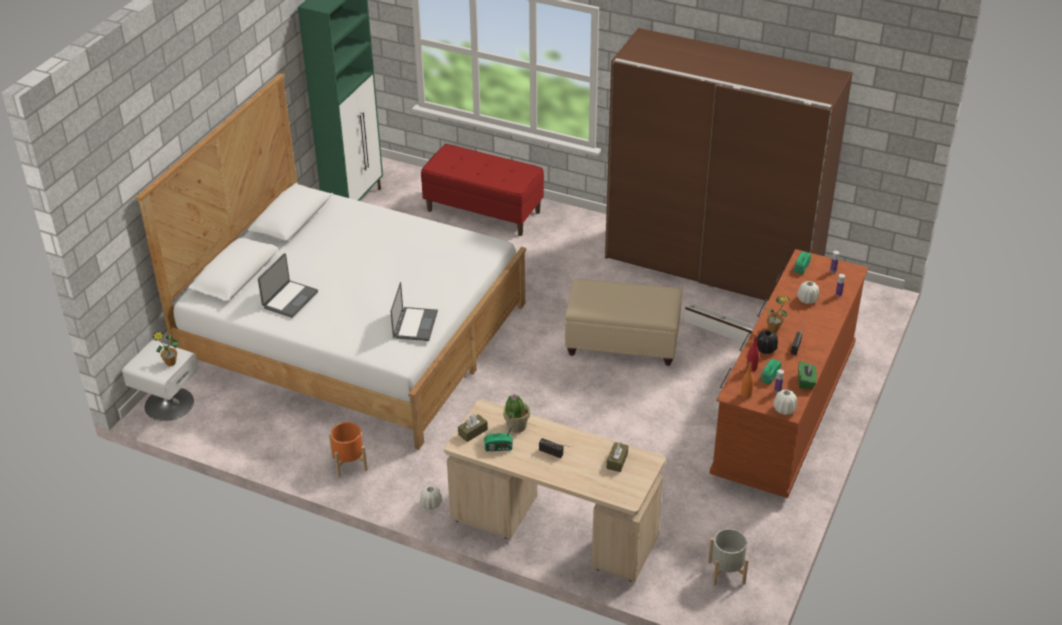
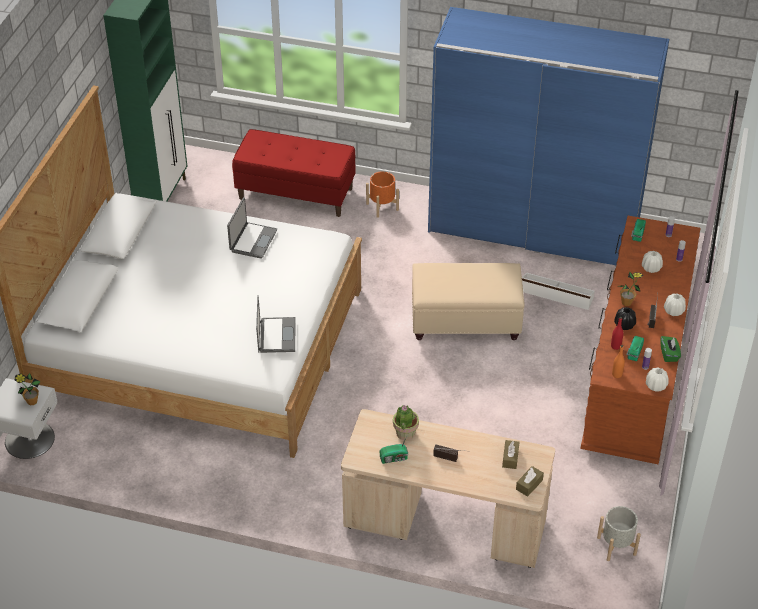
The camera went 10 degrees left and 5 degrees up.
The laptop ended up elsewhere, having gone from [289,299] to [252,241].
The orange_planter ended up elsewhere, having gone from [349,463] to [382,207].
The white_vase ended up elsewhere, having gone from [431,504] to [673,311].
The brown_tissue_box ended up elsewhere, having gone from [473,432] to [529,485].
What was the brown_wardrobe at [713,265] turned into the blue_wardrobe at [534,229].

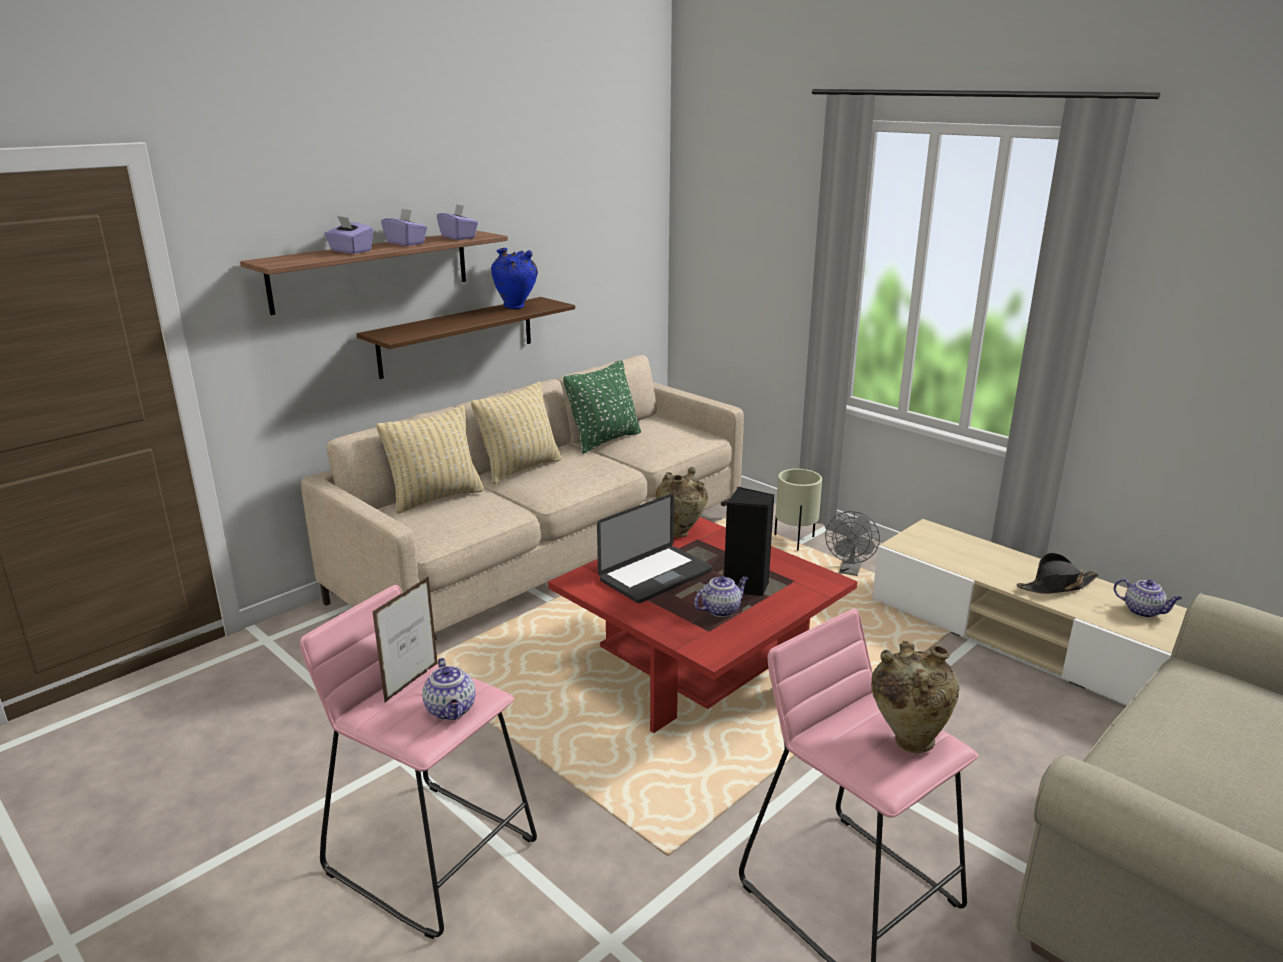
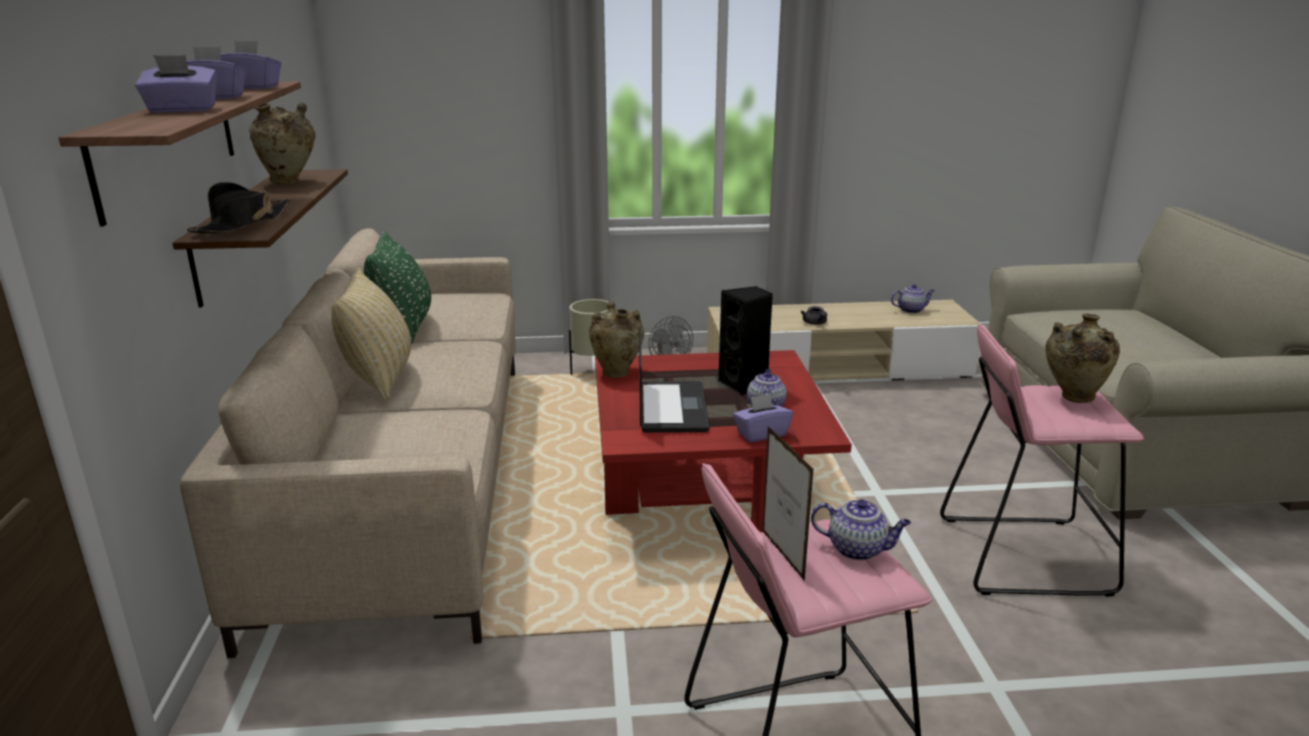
The camera went 50 degrees left and 0 degrees up.
The second view lost the beige_pillow at [436,498].
What was the blue_vase at [516,307] turned into the beige_vase at [290,182].
The black_hat ended up elsewhere, having gone from [1056,586] to [242,224].
The second view gained the purple_tissue_box at [761,434].
The second view gained the grey_teapot at [815,323].

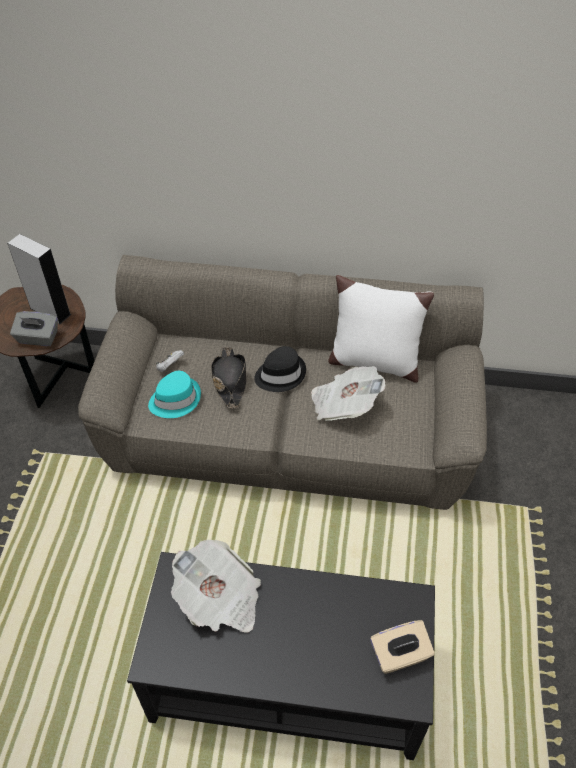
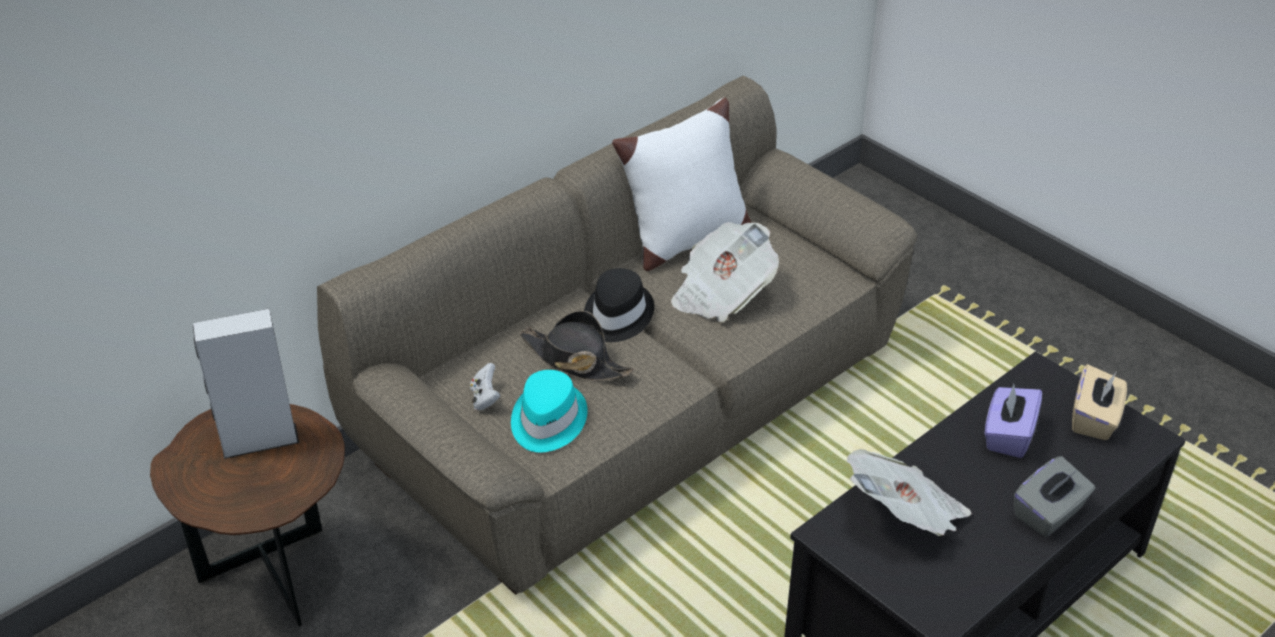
The camera went 50 degrees left and 10 degrees down.
The grey_tissue_box ended up elsewhere, having gone from [38,338] to [1049,514].
The second view gained the purple_tissue_box at [1008,435].

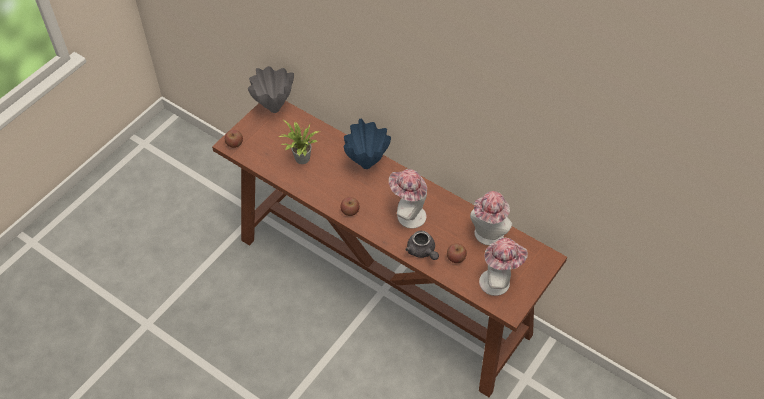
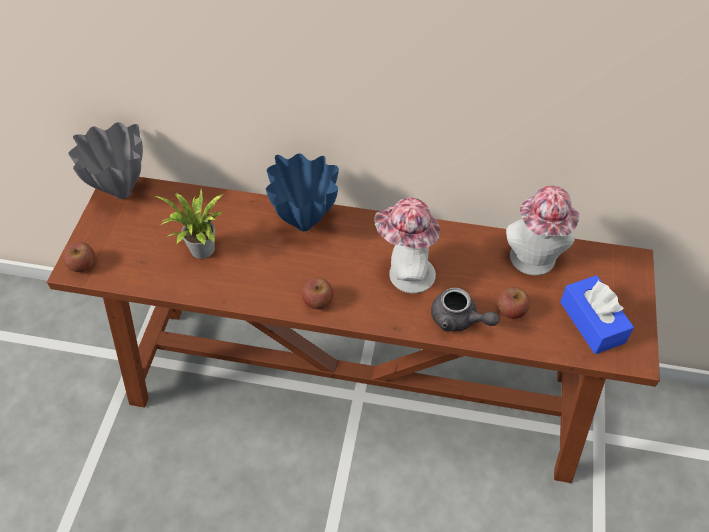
The camera went 25 degrees left and 0 degrees up.
Where the hat stood at [499,282], the blue_tissue_box came to stand at [592,322].

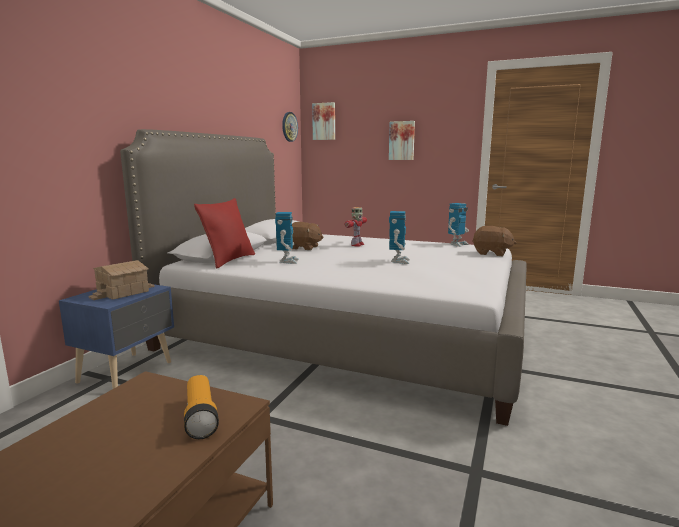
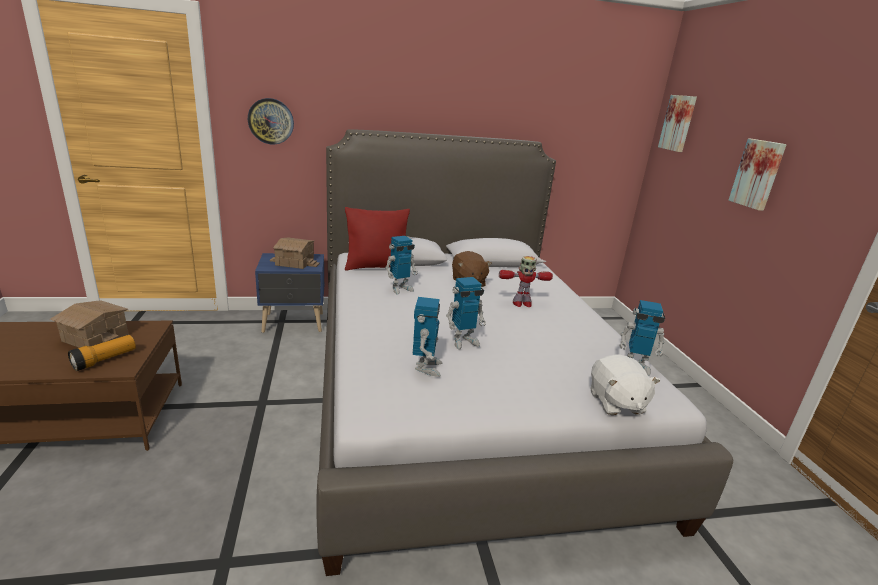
The camera went 55 degrees right and 10 degrees up.
The wall_clock ended up elsewhere, having gone from [289,127] to [271,121].
What was the brown_plush_toy at [491,253] turned into the white_plush_toy at [615,403].
The second view gained the toy_house at [96,337].
The second view gained the toy_robot at [426,367].

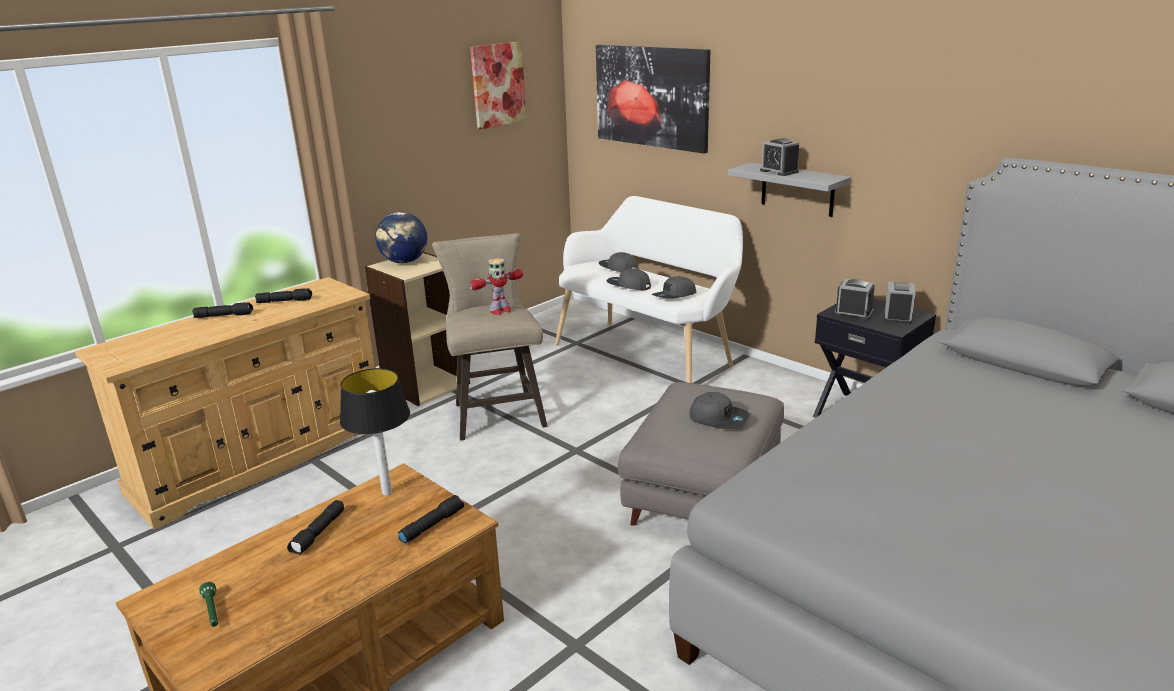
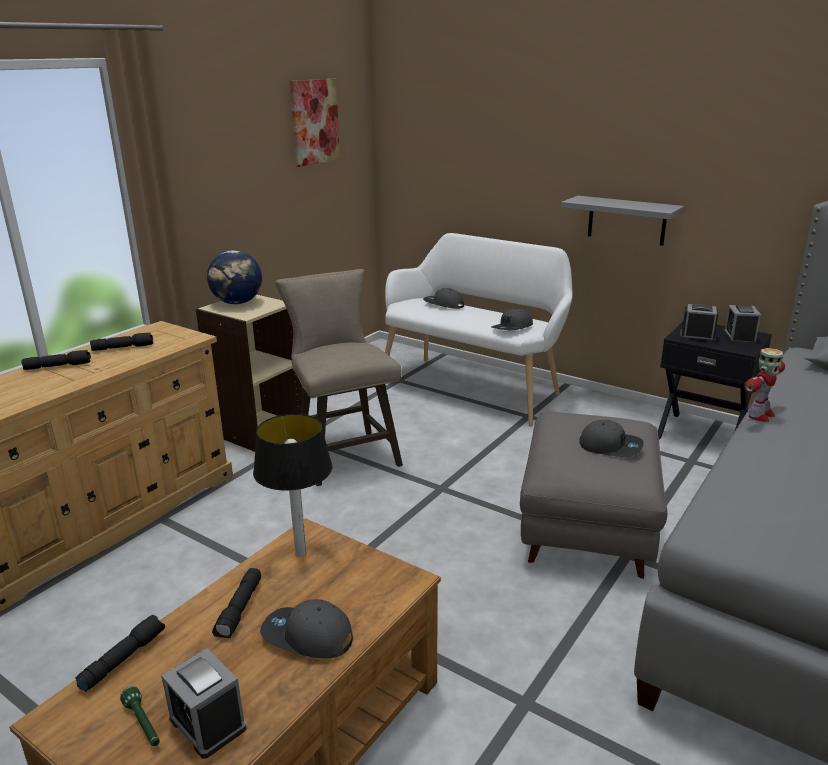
The camera went 10 degrees left and 0 degrees up.
The black_flashlight ended up elsewhere, having gone from [432,525] to [123,658].
The toy_robot ended up elsewhere, having gone from [500,311] to [759,415].
The second view lost the picture at [651,96].
The grey_cap ended up elsewhere, having gone from [628,286] to [307,637].
The alarm_clock ended up elsewhere, having gone from [779,171] to [207,723].

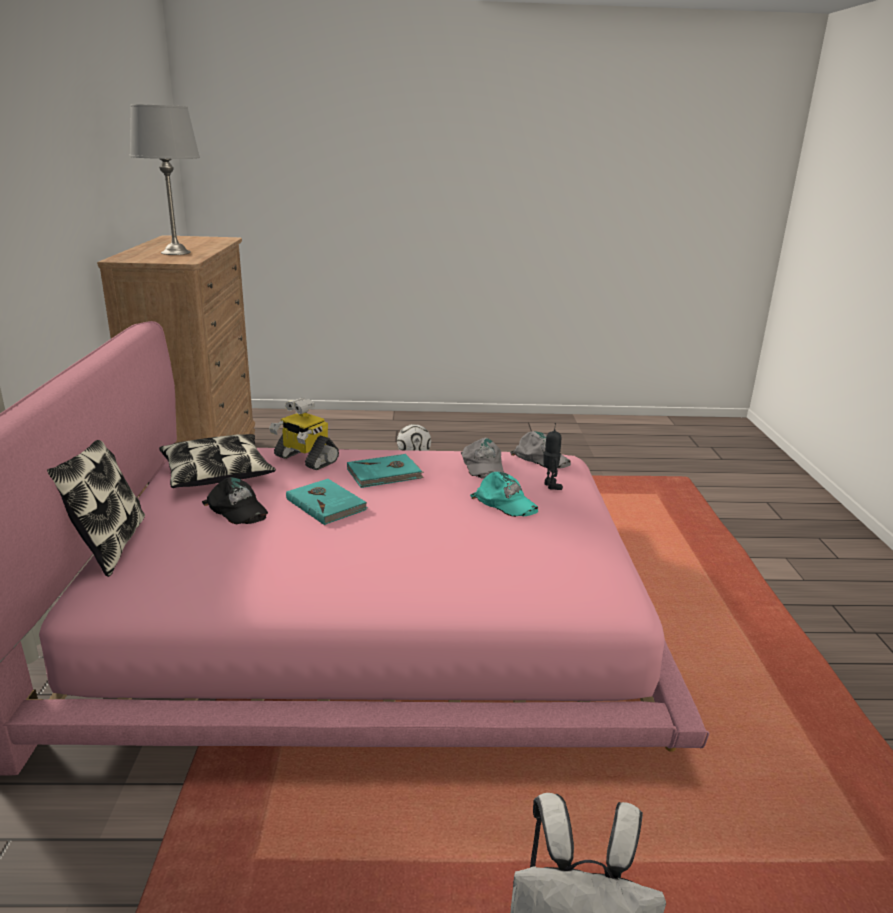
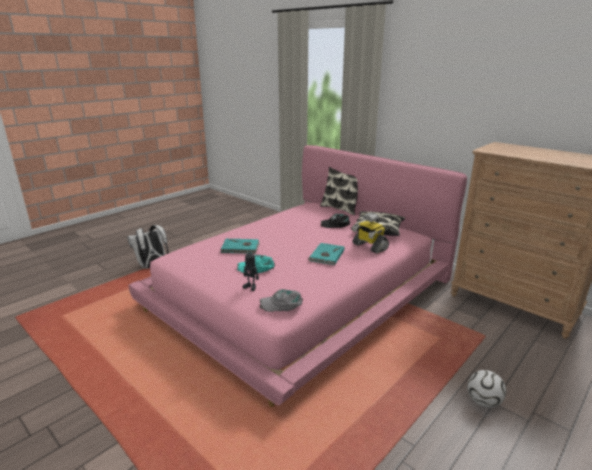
The camera went 135 degrees right and 0 degrees up.
The second view lost the grey_table_lamp at [175,253].
The toy_robot at [305,459] ended up facing another way, 120 degrees counterclockwise from before.
The turquoise_book ended up elsewhere, having gone from [326,504] to [240,248].
The second view lost the grey_cap at [482,465].

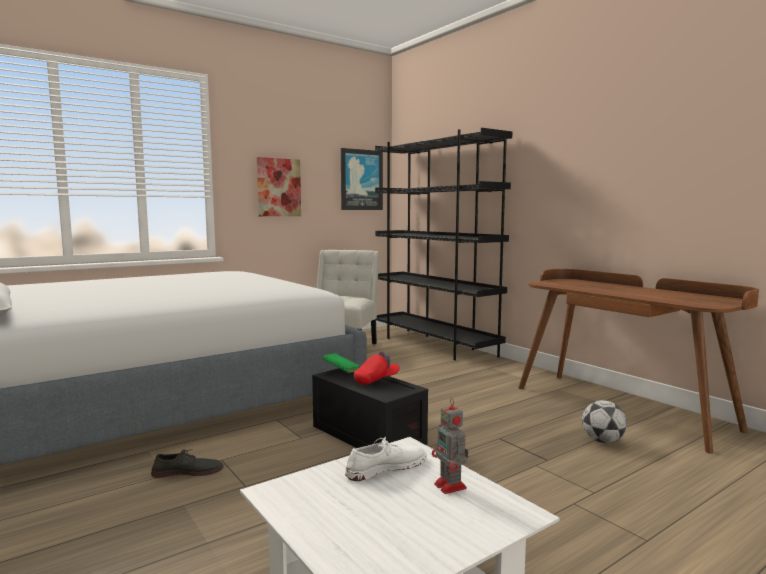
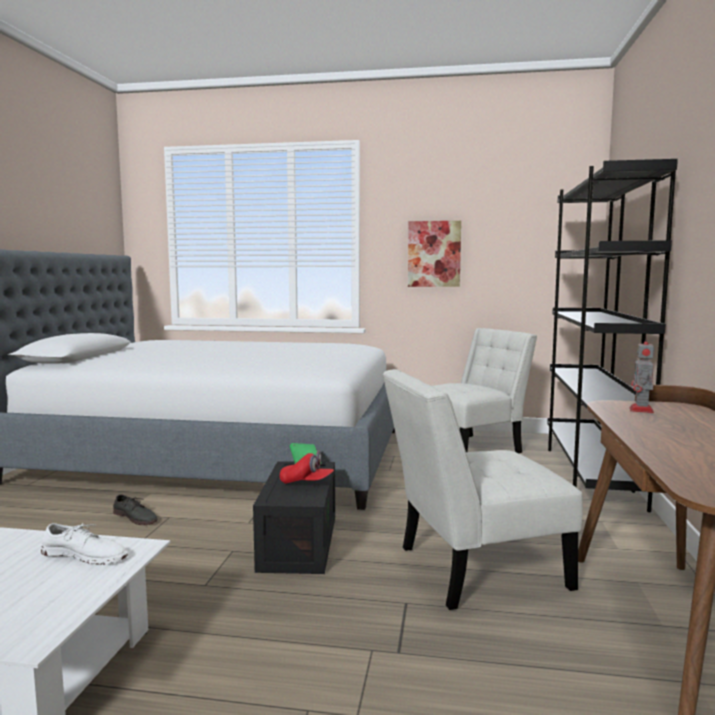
The camera went 45 degrees right and 0 degrees up.
The second view lost the picture at [361,180].
The toy_robot ended up elsewhere, having gone from [451,487] to [641,410].
The second view lost the football at [603,441].
The second view gained the white_chair at [473,569].

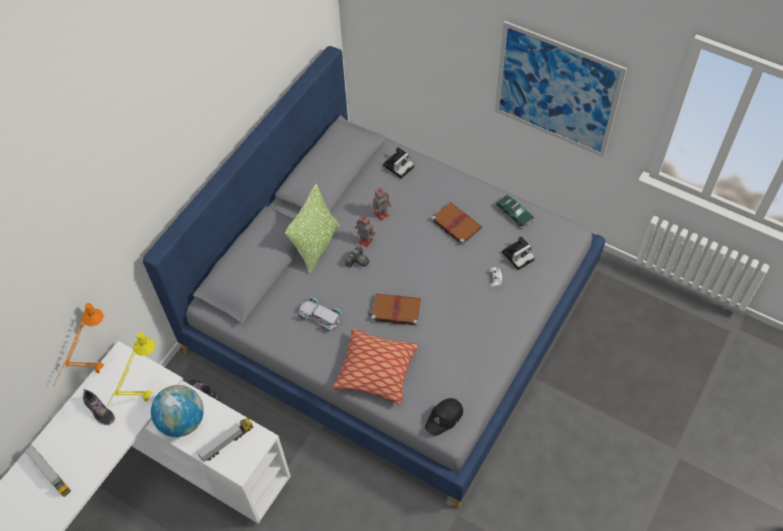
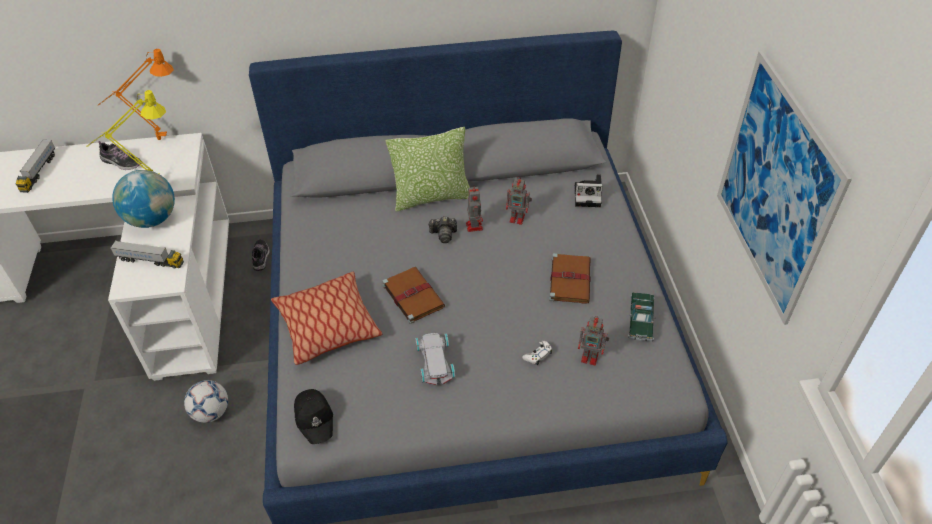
The camera went 50 degrees right and 10 degrees down.
The shoe at [99,410] ended up facing another way, 75 degrees counterclockwise from before.
The white_toy_car ended up elsewhere, having gone from [320,315] to [435,360].
The black_cap at [444,418] ended up facing another way, 120 degrees counterclockwise from before.
Where the photo_camera stood at [518,255], the toy_robot came to stand at [591,357].
The second view gained the football at [211,412].

